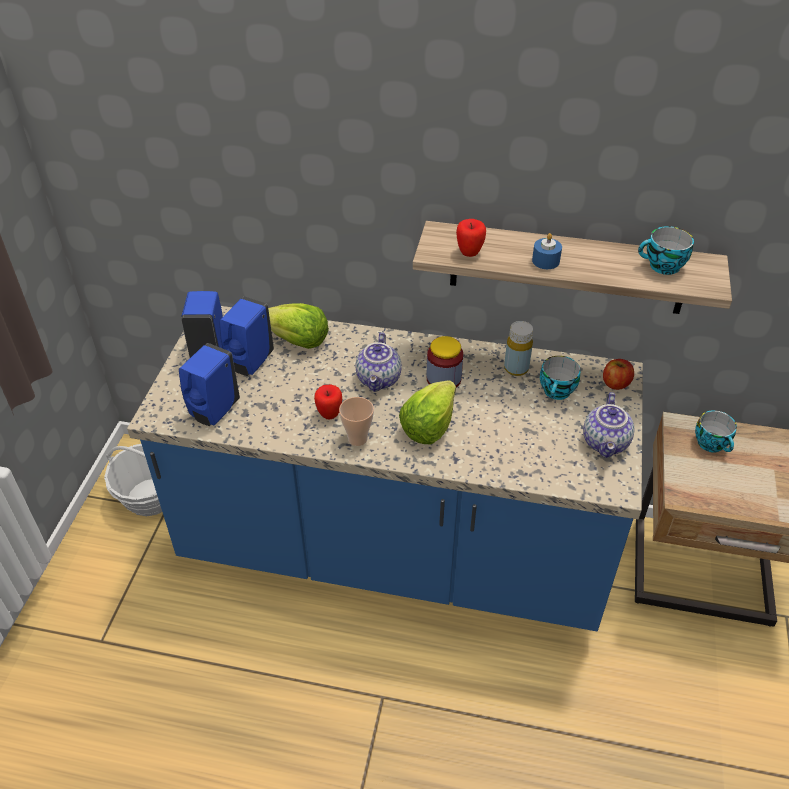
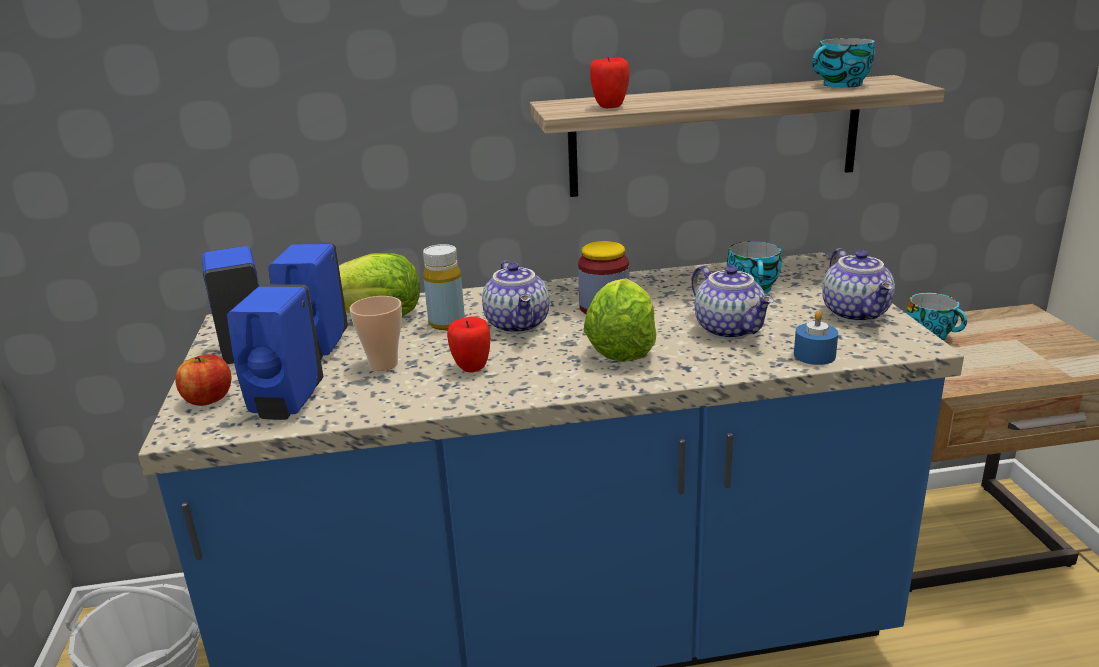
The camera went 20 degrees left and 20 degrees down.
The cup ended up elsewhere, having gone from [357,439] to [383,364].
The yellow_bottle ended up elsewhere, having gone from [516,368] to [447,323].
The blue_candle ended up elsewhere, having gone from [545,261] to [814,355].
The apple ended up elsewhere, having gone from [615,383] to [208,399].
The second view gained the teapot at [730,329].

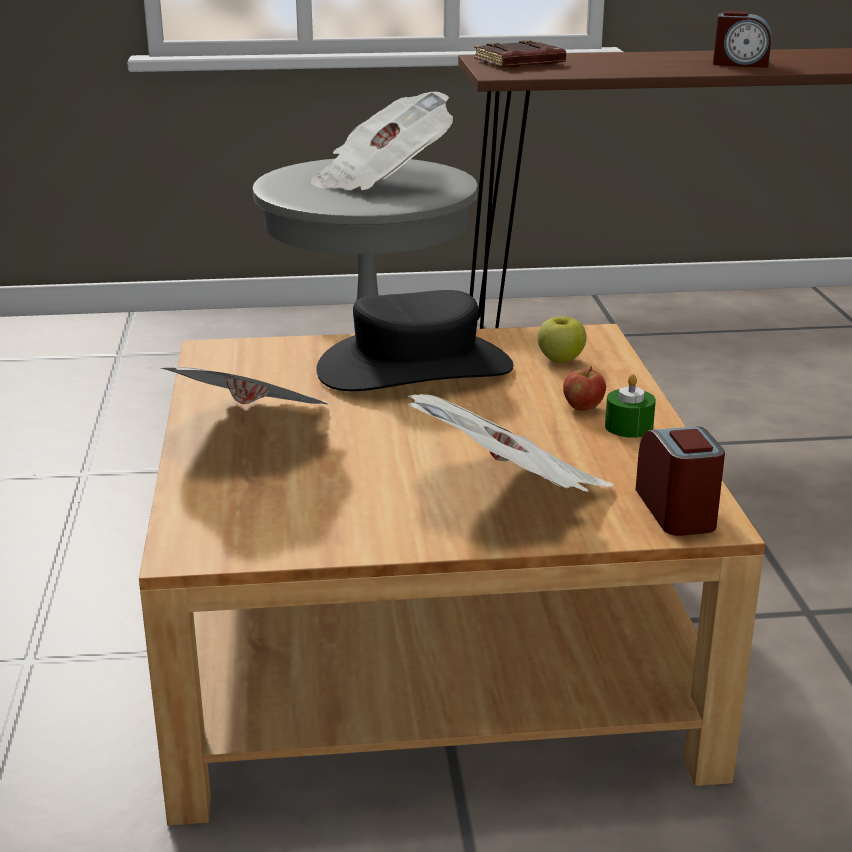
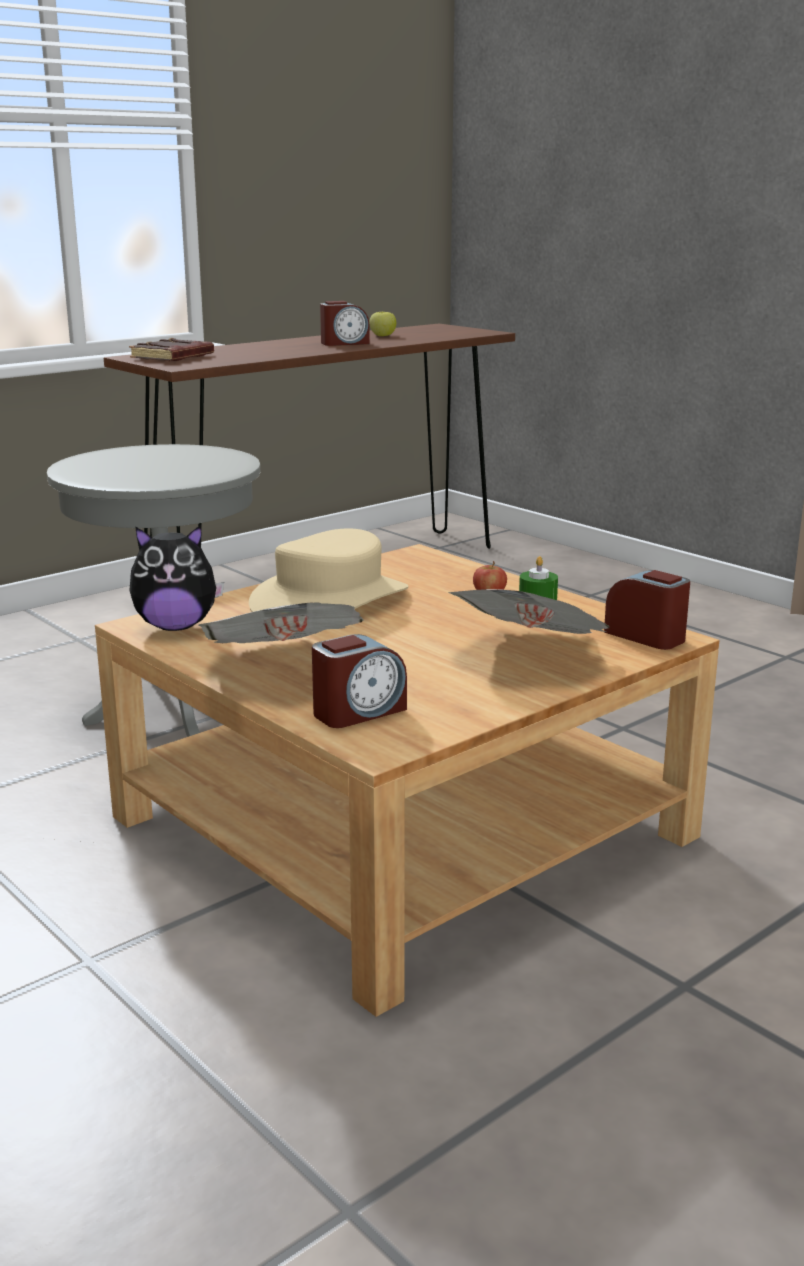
The camera went 35 degrees left and 5 degrees down.
The second view lost the newspaper at [381,180].
What was the black_hat at [415,368] turned into the beige_hat at [329,600].
The apple ended up elsewhere, having gone from [560,359] to [383,336].
The second view gained the plush_toy at [176,627].
The second view gained the alarm_clock at [358,712].

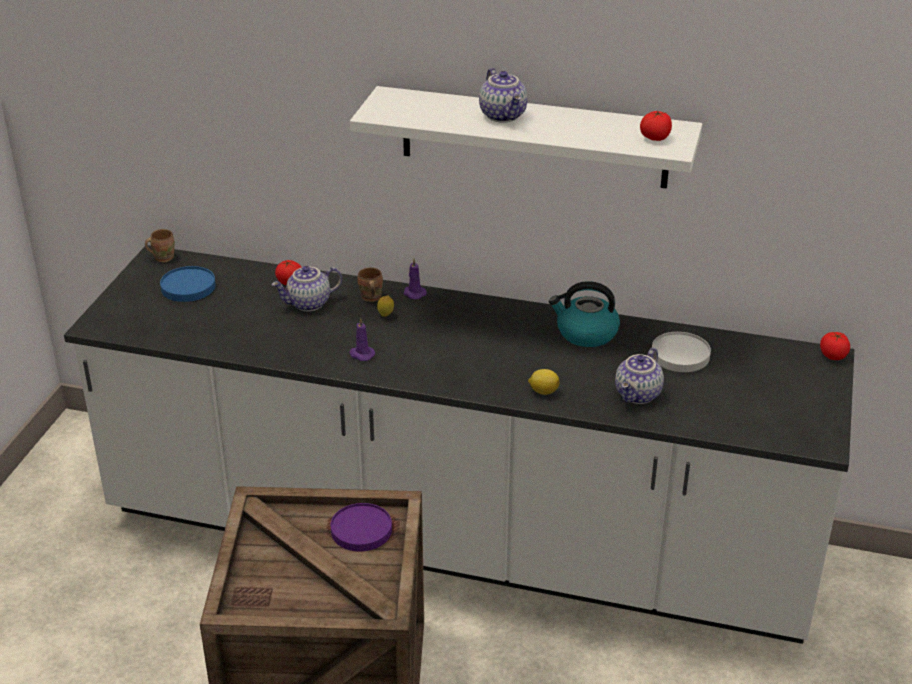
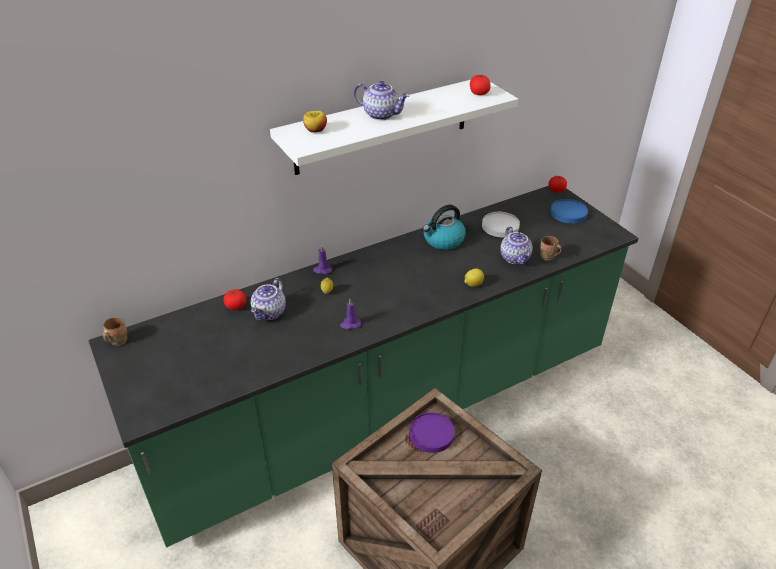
The camera went 45 degrees left and 5 degrees up.
What was the white_counter at [456,540] turned into the green_counter at [388,410].
The blue_plate ended up elsewhere, having gone from [188,287] to [568,213].
The brown_mug ended up elsewhere, having gone from [370,298] to [548,257].
The second view gained the apple at [315,130].

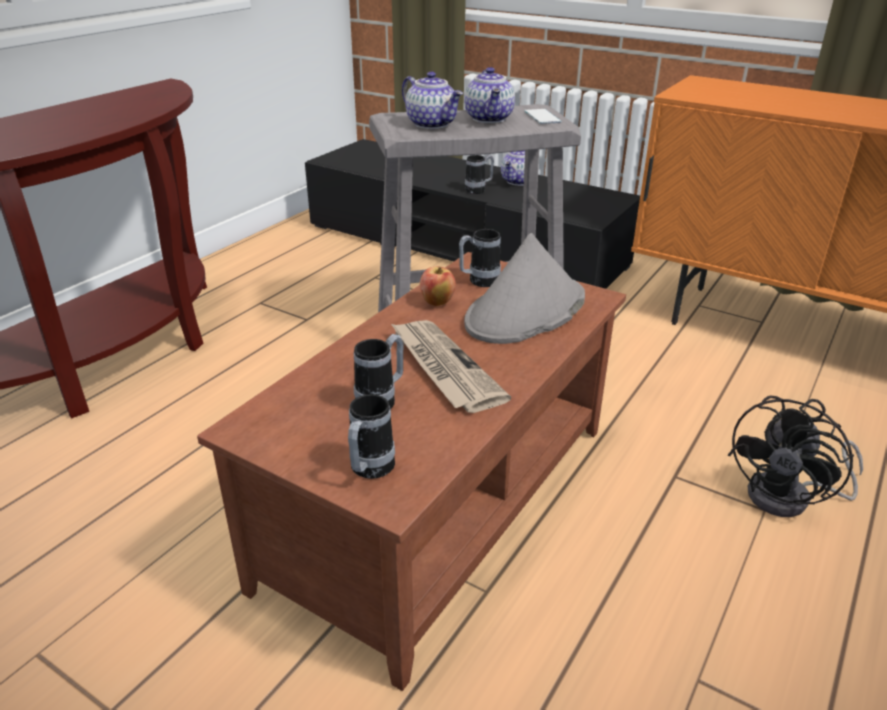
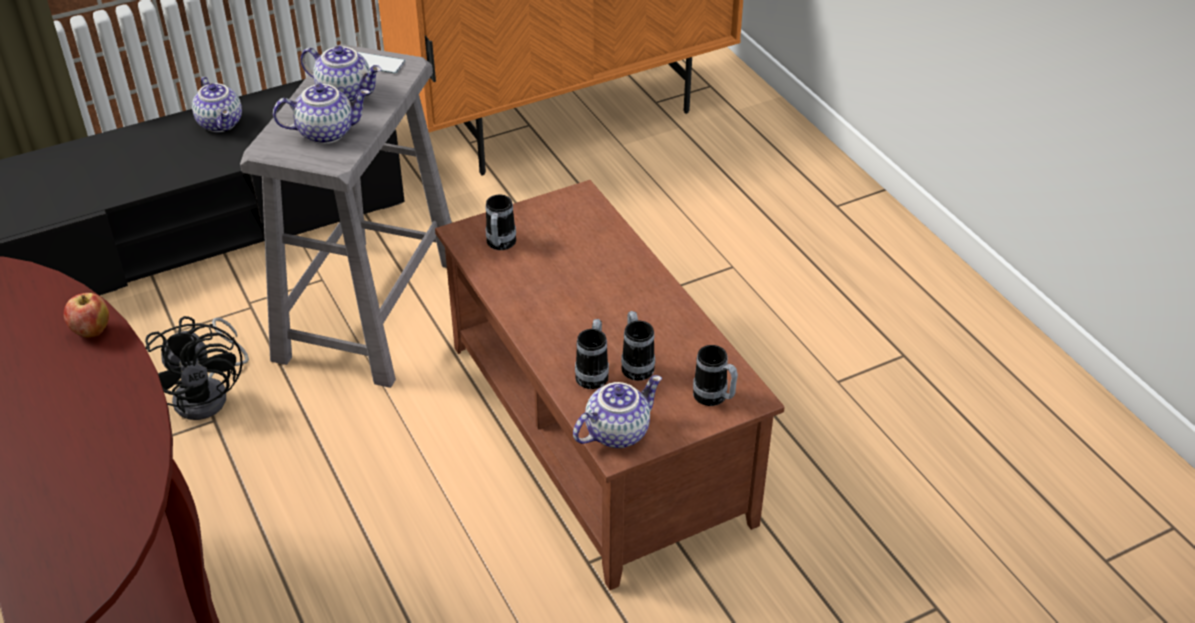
The camera went 60 degrees left and 10 degrees up.
The second view lost the newspaper at [443,367].
The apple ended up elsewhere, having gone from [437,302] to [92,331].
The second view lost the grey_hat at [525,312].
The mug ended up elsewhere, having gone from [479,190] to [593,373].
The black_fan ended up elsewhere, having gone from [790,498] to [209,394].
The second view gained the teapot at [616,431].

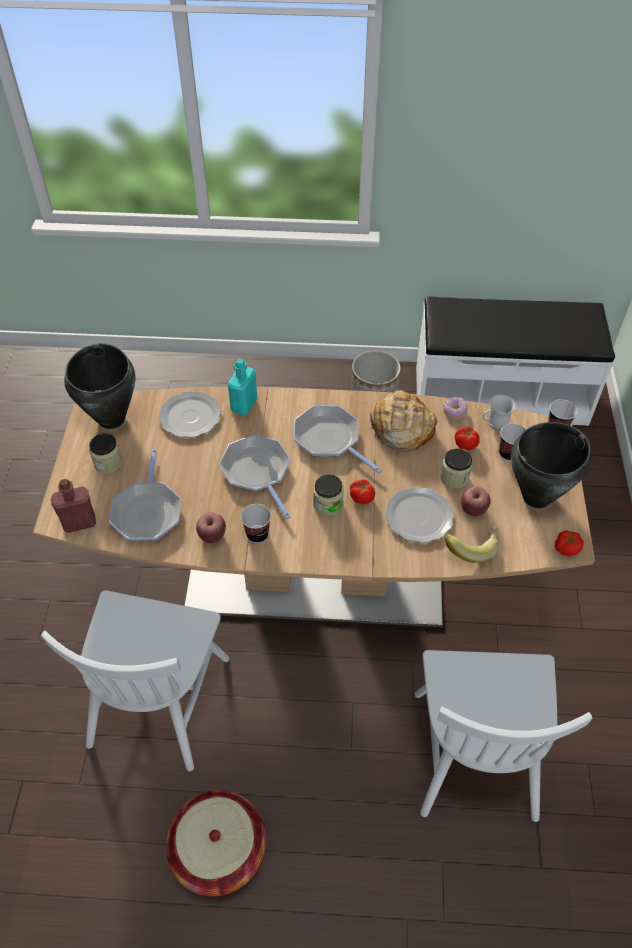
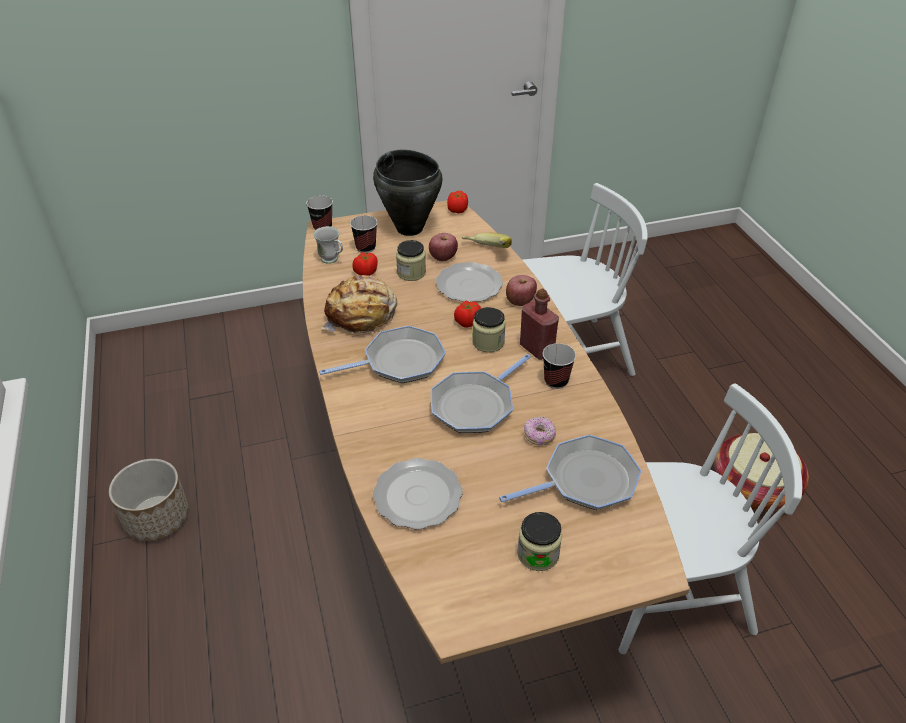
The camera went 110 degrees left and 10 degrees down.
The red_bottle ended up elsewhere, having gone from [79,523] to [536,349].
The second view lost the black_cooking_pot at [112,418].
The apple ended up elsewhere, having gone from [212,536] to [520,301].
The second view lost the turquoise_bottle at [244,405].
The frying_pan at [329,439] ended up facing another way, 135 degrees counterclockwise from before.
The second view lost the white_bench at [499,393].
The donut ended up elsewhere, having gone from [454,411] to [539,436].

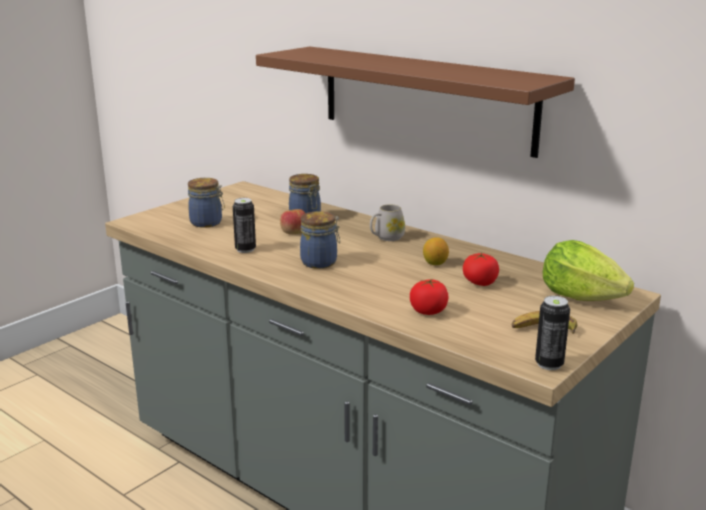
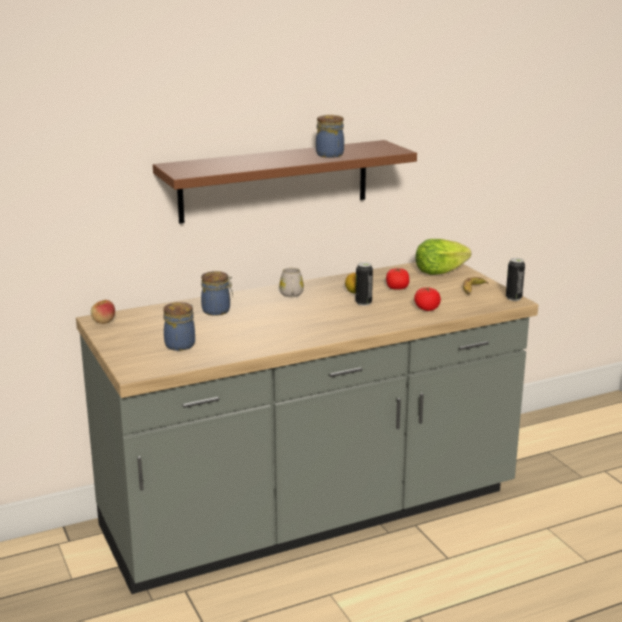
The camera went 65 degrees left and 0 degrees up.
The can ended up elsewhere, having gone from [245,249] to [363,303].
The apple ended up elsewhere, having gone from [293,232] to [103,321].
The jar ended up elsewhere, having gone from [320,262] to [329,154].

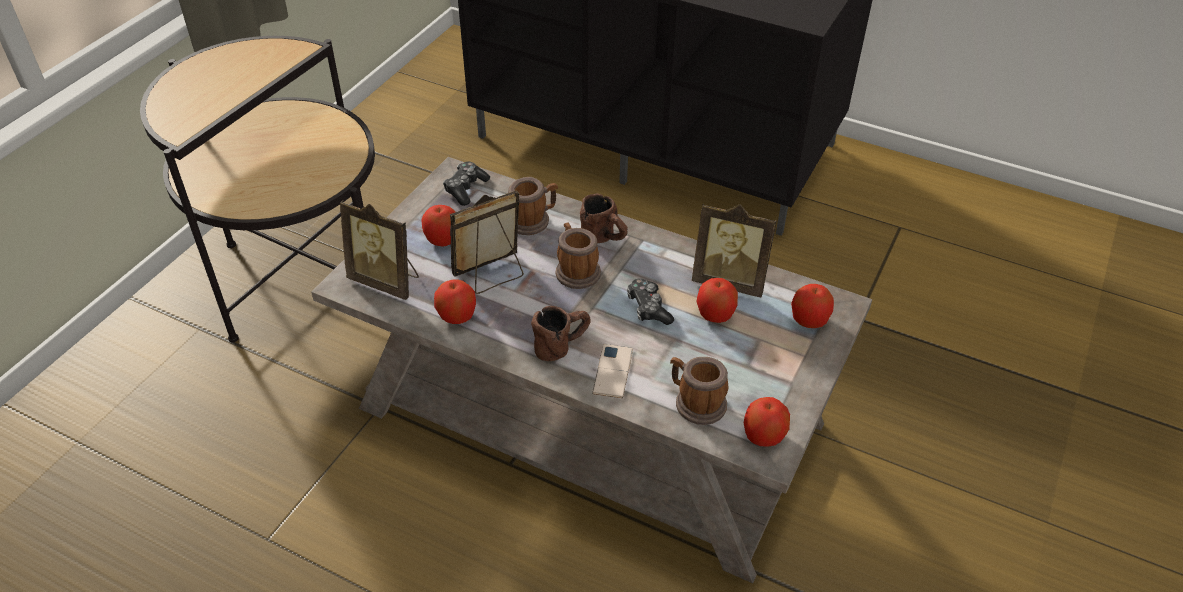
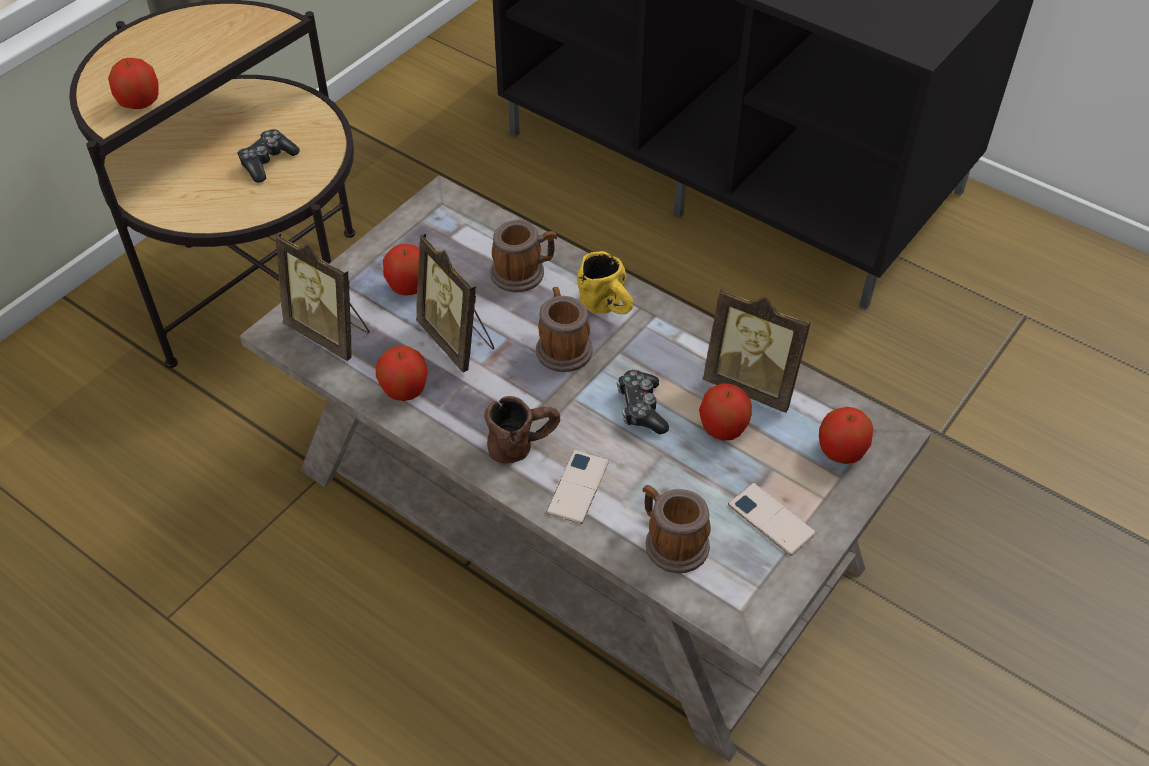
The camera went 10 degrees right and 5 degrees up.
The game_controller ended up elsewhere, having gone from [465,189] to [267,162].
The picture_frame at [491,275] ended up facing another way, 105 degrees counterclockwise from before.
What was the brown_mug at [605,238] turned into the yellow_mug at [608,308].
The apple ended up elsewhere, having gone from [763,436] to [140,103].
The second view gained the phone at [771,519].

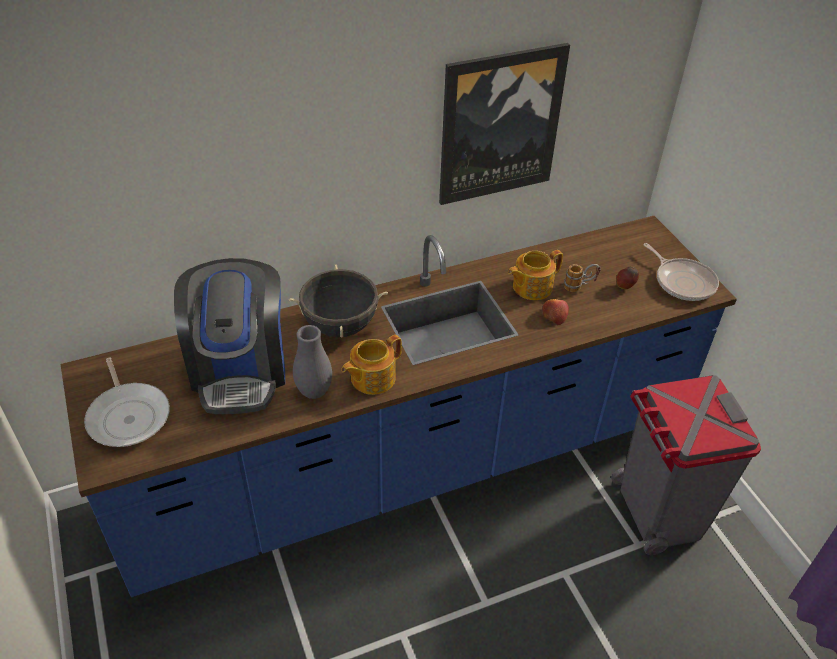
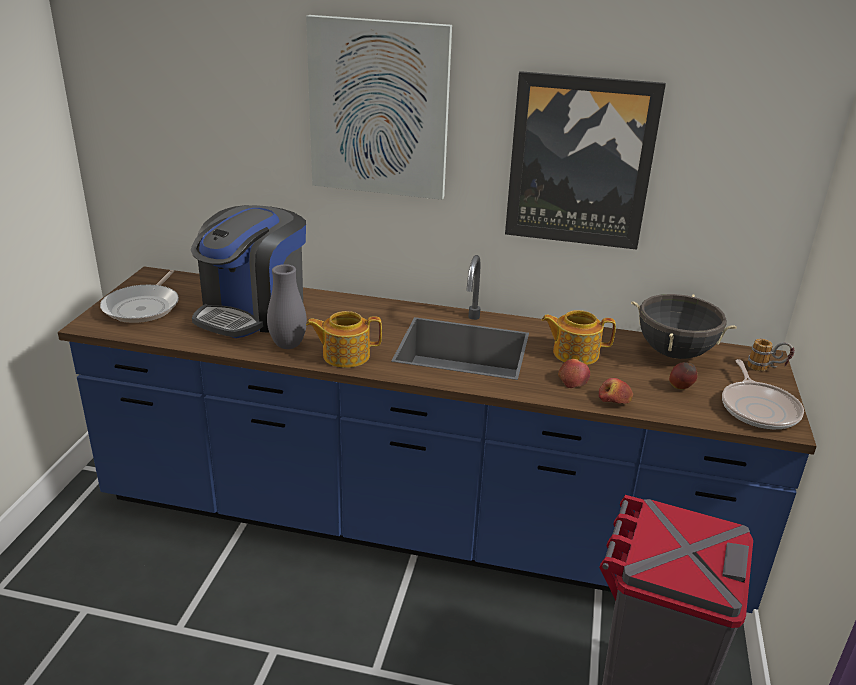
The camera went 35 degrees right and 15 degrees down.
The black_cooking_pot ended up elsewhere, having gone from [340,326] to [674,353].
The mug ended up elsewhere, having gone from [580,286] to [767,369].
The second view gained the picture at [379,108].
The second view gained the apple at [614,400].

